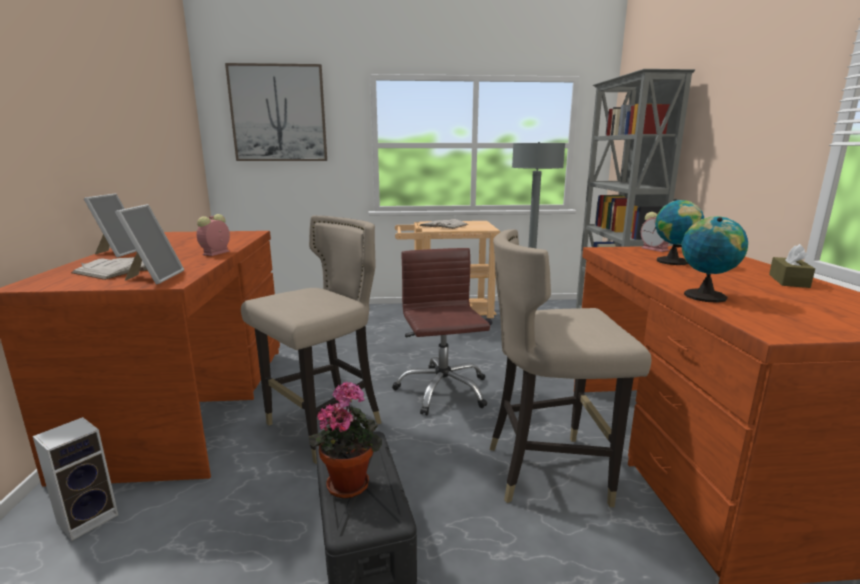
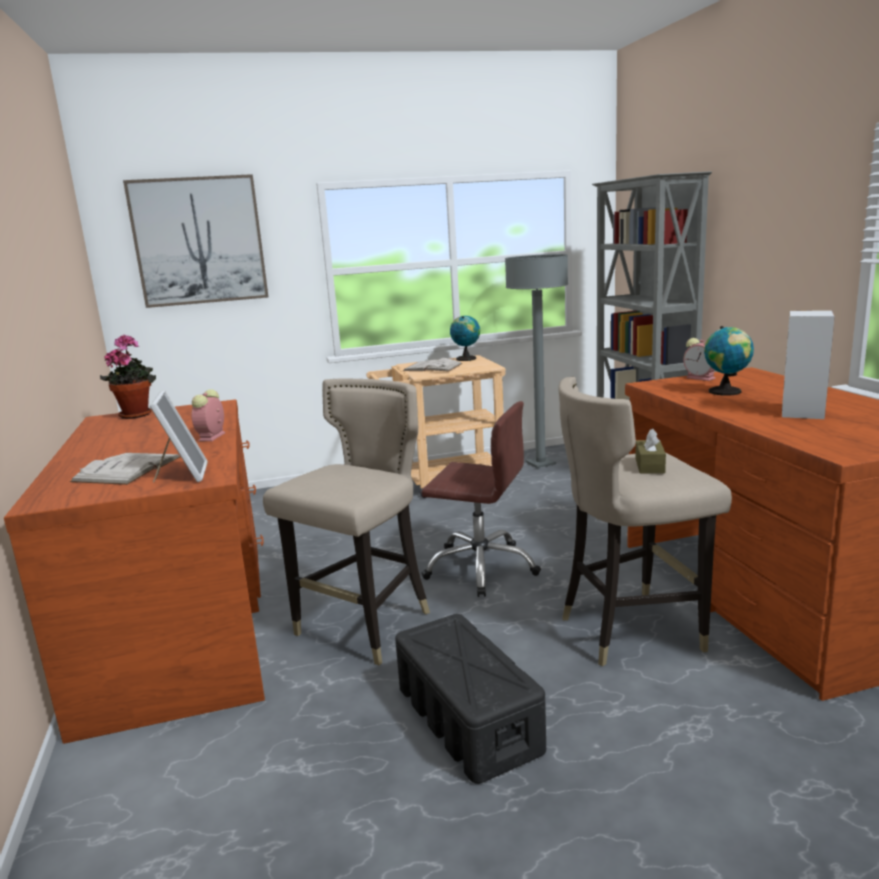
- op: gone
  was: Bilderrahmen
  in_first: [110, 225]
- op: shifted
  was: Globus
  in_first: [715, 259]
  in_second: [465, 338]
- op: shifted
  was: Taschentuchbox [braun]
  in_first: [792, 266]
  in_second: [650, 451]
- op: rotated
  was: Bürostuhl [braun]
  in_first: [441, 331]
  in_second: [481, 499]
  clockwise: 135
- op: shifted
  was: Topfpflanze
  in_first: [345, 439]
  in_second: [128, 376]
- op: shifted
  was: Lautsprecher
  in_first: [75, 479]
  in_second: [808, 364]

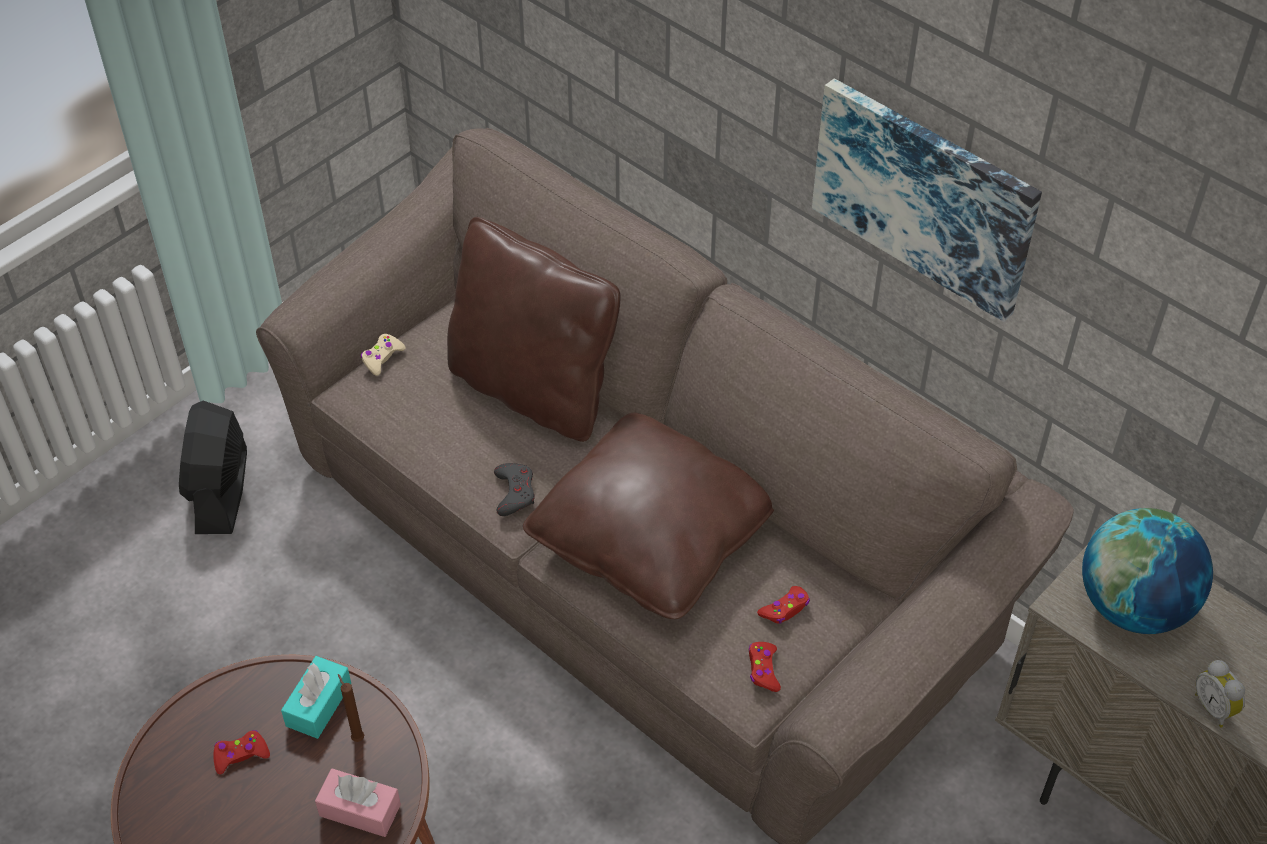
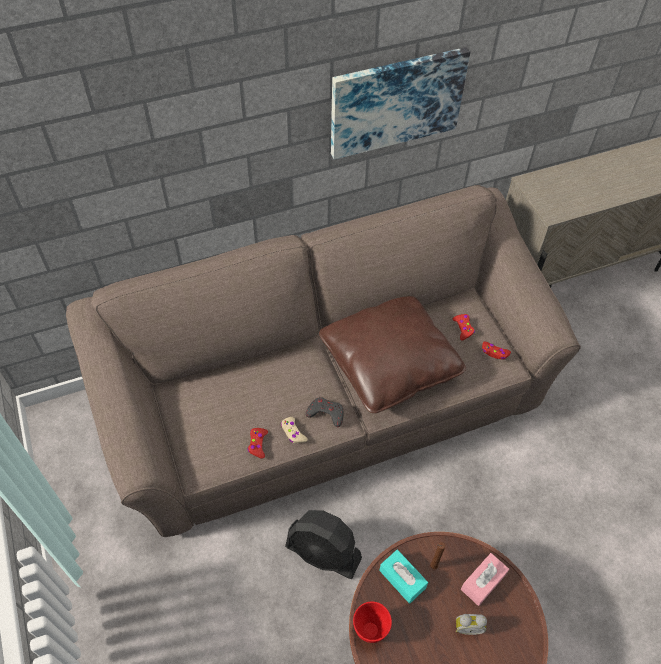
- op: gone
  was: Kissen [braun]
  in_first: [533, 329]
- op: shifted
  was: Gamepad [beige]
  in_first: [383, 355]
  in_second: [294, 430]
- op: shifted
  was: Ventilator [schwarz]
  in_first: [213, 467]
  in_second: [323, 544]
- op: gone
  was: Globus
  in_first: [1147, 571]
- op: shifted
  was: Wecker
  in_first: [1220, 694]
  in_second: [471, 624]
- op: shifted
  was: Gamepad [rot]
  in_first: [241, 752]
  in_second: [257, 443]
- op: new
  now: Schüssel [rot]
  in_second: [372, 622]

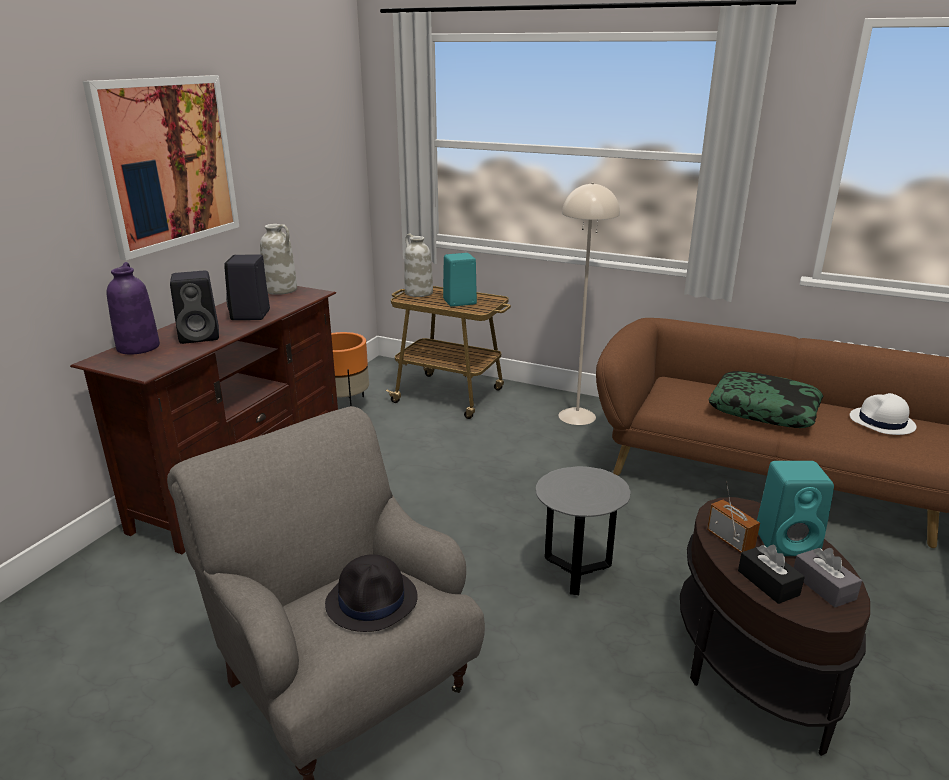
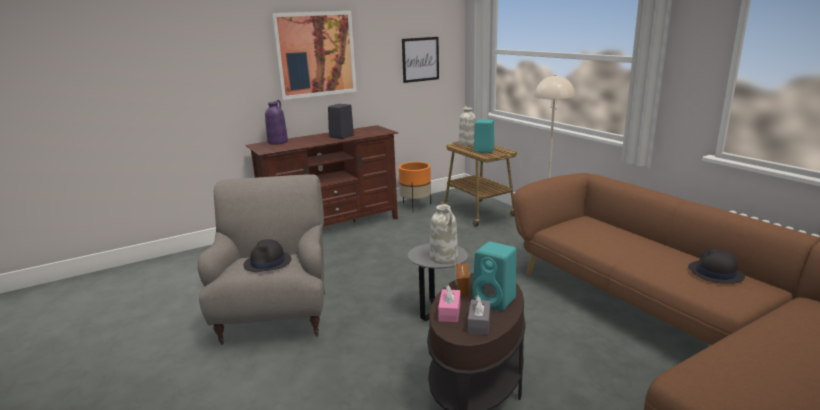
- op: shifted
  was: Vase [weiß]
  in_first: [278, 259]
  in_second: [444, 234]
- op: gone
  was: Lautsprecher [schwarz]
  in_first: [194, 307]
- op: gone
  was: Kissen
  in_first: [766, 399]
- op: repainted
  was: Hut [weiß]
  now: Hut [schwarz]
  in_first: [883, 414]
  in_second: [716, 266]
- op: repainted
  was: Taschentuchbox [schwarz]
  now: Taschentuchbox [rosa]
  in_first: [771, 574]
  in_second: [449, 303]
- op: new
  now: Bild
  in_second: [420, 60]

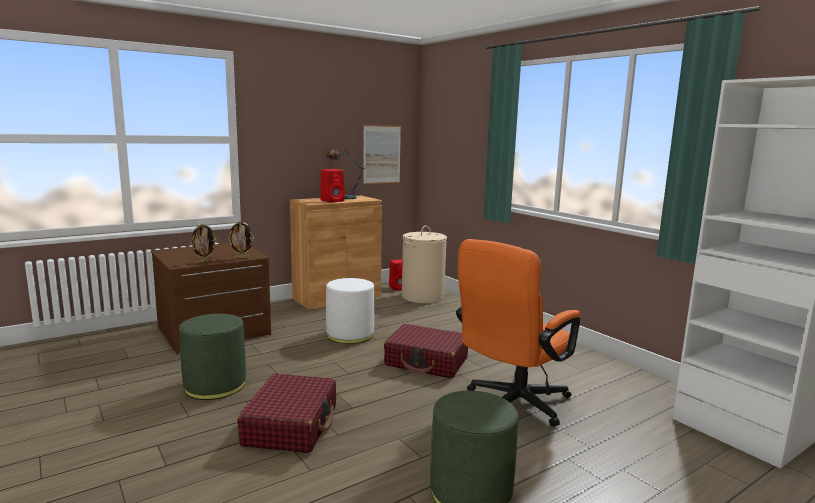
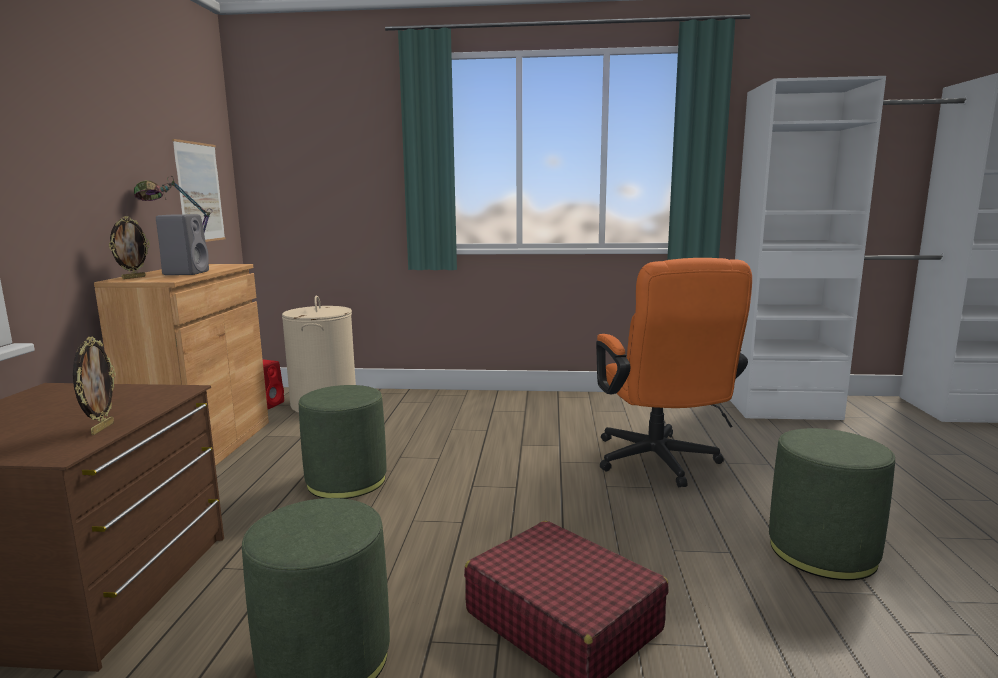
- op: repainted
  was: Lautsprecher [rot]
  now: Lautsprecher [grau]
  in_first: [333, 185]
  in_second: [182, 244]
- op: shifted
  was: Bilderrahmen
  in_first: [241, 239]
  in_second: [129, 247]
- op: repainted
  was: Polsterhocker [weiß]
  now: Polsterhocker [grün]
  in_first: [350, 311]
  in_second: [343, 442]
- op: gone
  was: Koffer [rot]
  in_first: [426, 351]

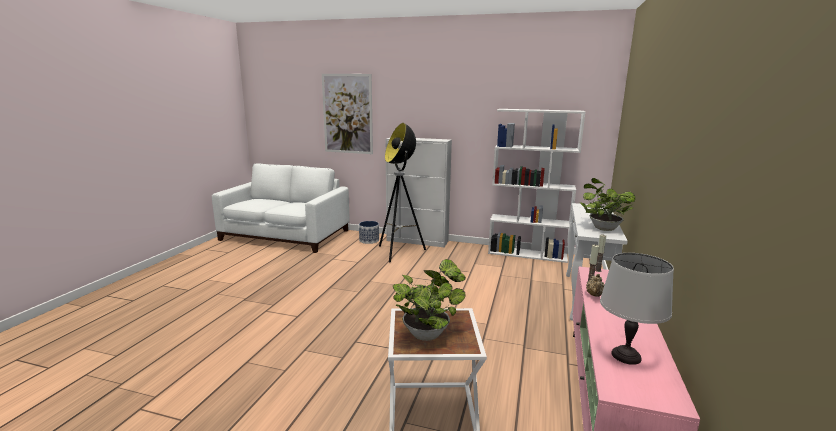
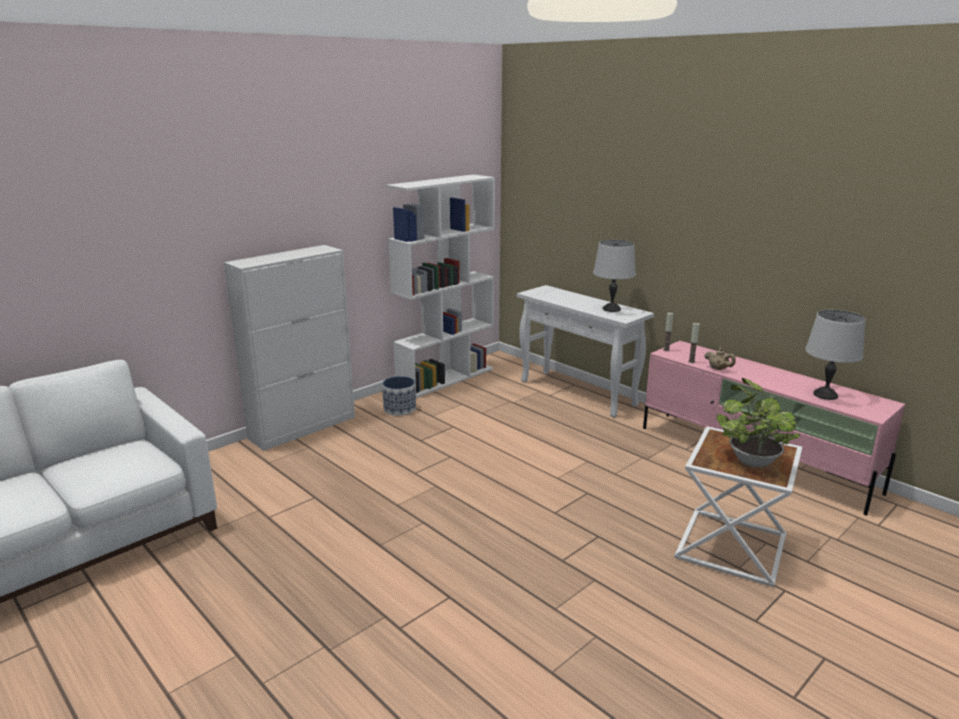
- op: gone
  was: Bild
  in_first: [347, 114]
- op: gone
  was: Stehlampe
  in_first: [402, 192]
- op: swapped
  was: Topfpflanze
  now: Tischlampe [grau]
  in_first: [607, 204]
  in_second: [614, 276]
- op: shifted
  was: Pflanzkübel
  in_first: [369, 232]
  in_second: [399, 396]

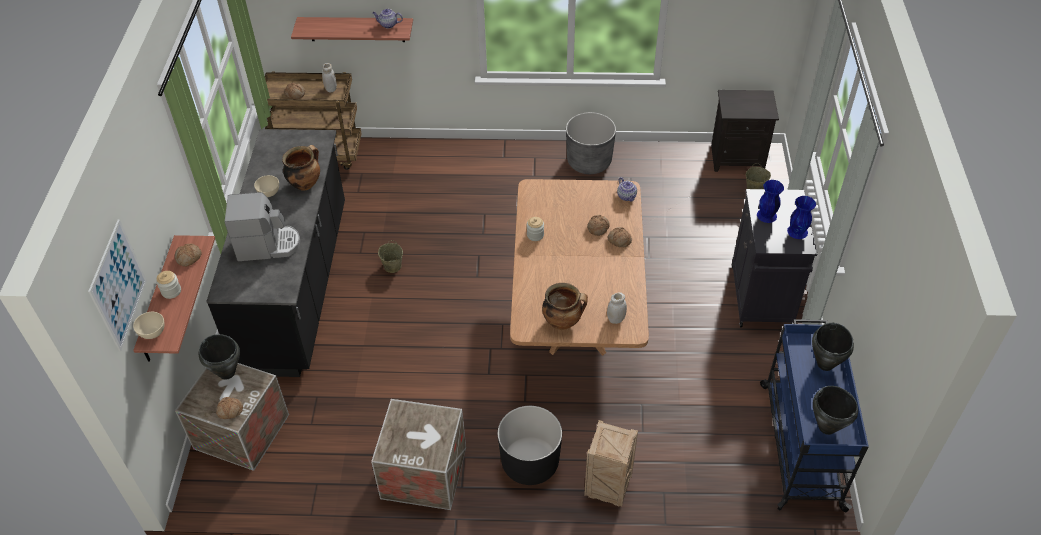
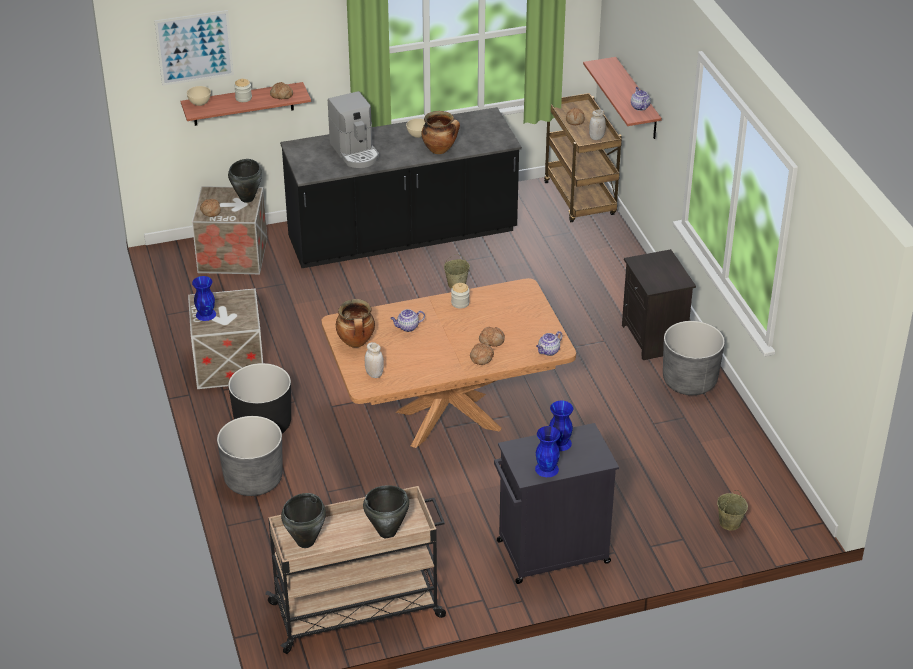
- op: shifted
  was: Nachttisch [schwarz]
  in_first: [745, 131]
  in_second: [659, 304]
- op: repainted
  was: Rollwagen [blau]
  now: Rollwagen [beige]
  in_first: [814, 415]
  in_second: [355, 570]
- op: swapped
  was: Kiste
  now: Pflanzkübel [grau]
  in_first: [611, 463]
  in_second: [250, 456]
- op: new
  now: Vase [blau]
  in_second: [204, 298]
- op: new
  now: Teekanne
  in_second: [407, 320]

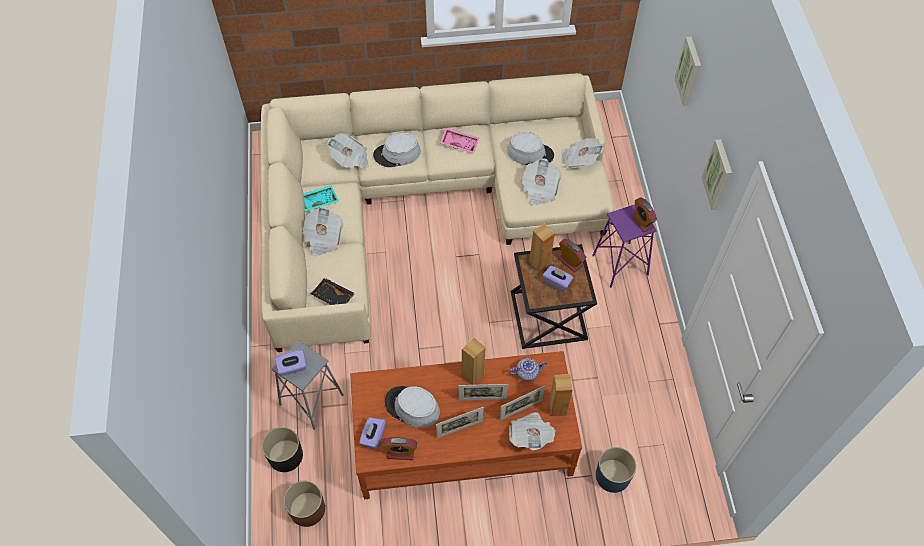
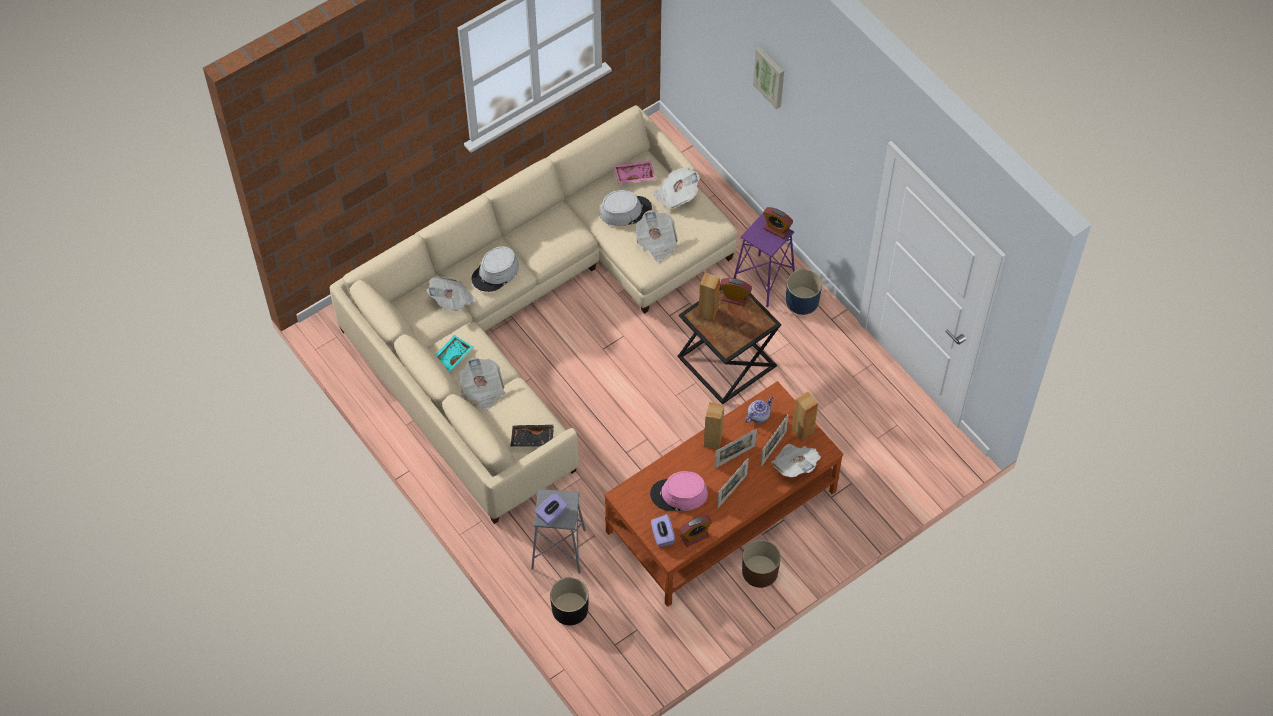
- op: shifted
  was: Tablett [rosa]
  in_first: [459, 140]
  in_second: [635, 172]
- op: gone
  was: Bild
  in_first: [717, 174]
- op: gone
  was: Taschentuchbox [lila]
  in_first: [558, 279]
- op: repainted
  was: Hut [grau]
  now: Hut [rosa]
  in_first: [412, 407]
  in_second: [679, 491]
- op: shifted
  was: Pflanzkübel [blau]
  in_first: [616, 470]
  in_second: [804, 292]
- op: shifted
  was: Pflanzkübel [braun]
  in_first: [304, 504]
  in_second: [761, 564]

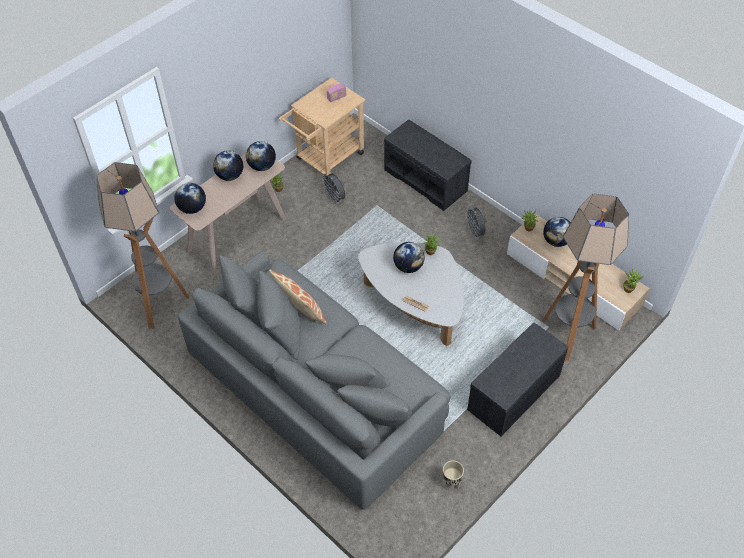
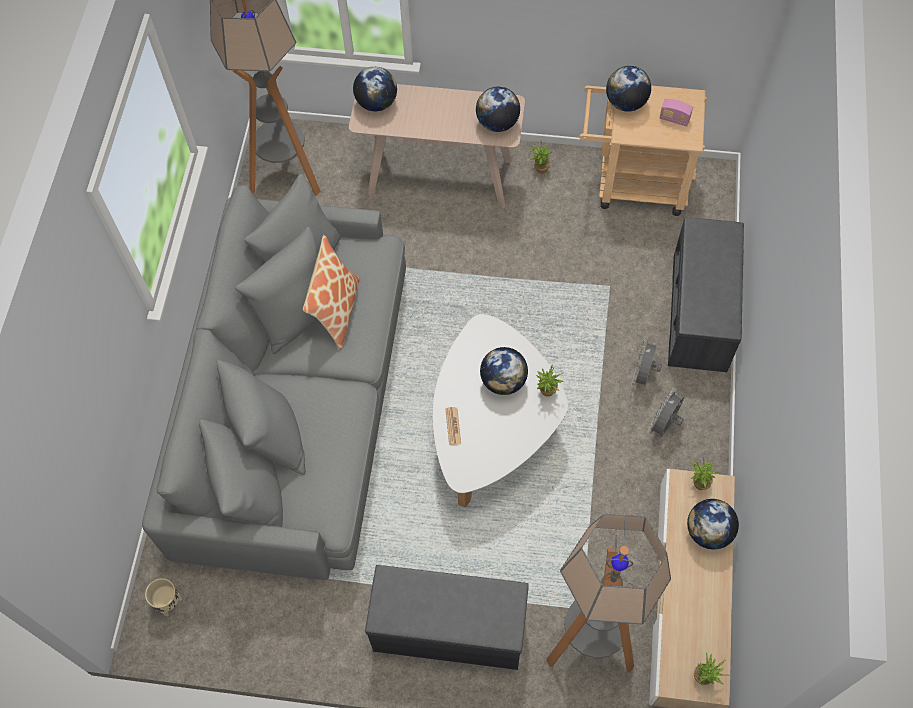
- op: shifted
  was: Globus
  in_first: [228, 165]
  in_second: [628, 89]
- op: shifted
  was: Ventilator [grau]
  in_first: [333, 189]
  in_second: [646, 362]
- op: shifted
  was: Pflanzkübel [beige]
  in_first: [453, 474]
  in_second: [163, 597]

